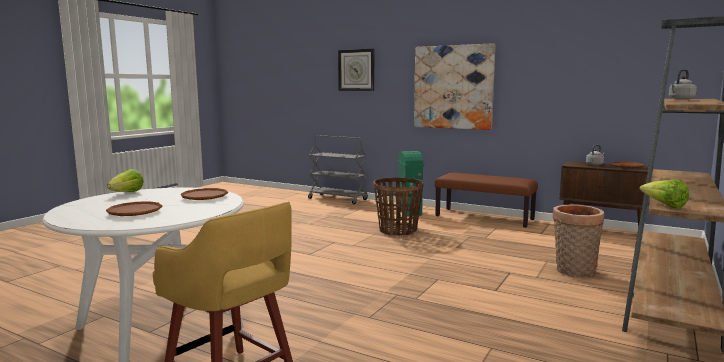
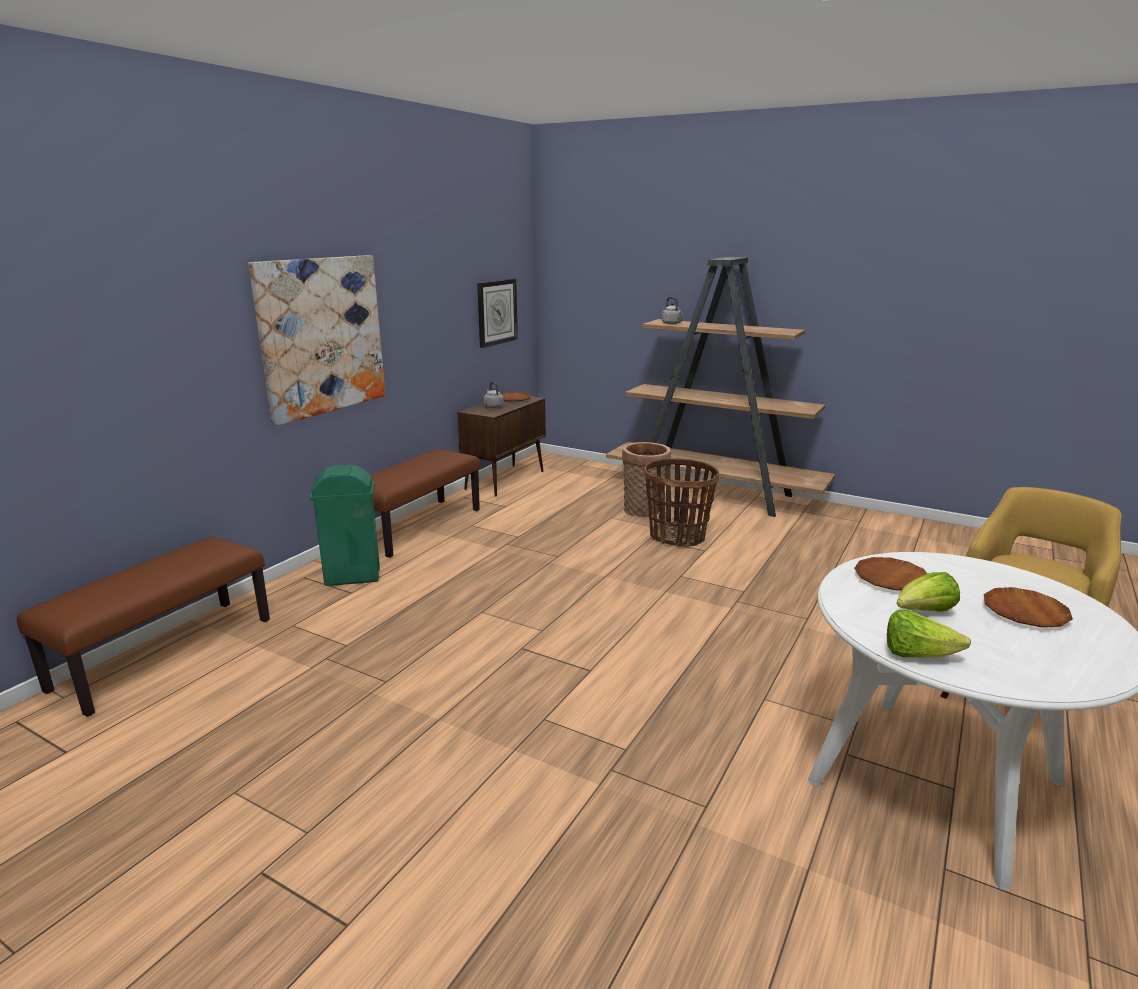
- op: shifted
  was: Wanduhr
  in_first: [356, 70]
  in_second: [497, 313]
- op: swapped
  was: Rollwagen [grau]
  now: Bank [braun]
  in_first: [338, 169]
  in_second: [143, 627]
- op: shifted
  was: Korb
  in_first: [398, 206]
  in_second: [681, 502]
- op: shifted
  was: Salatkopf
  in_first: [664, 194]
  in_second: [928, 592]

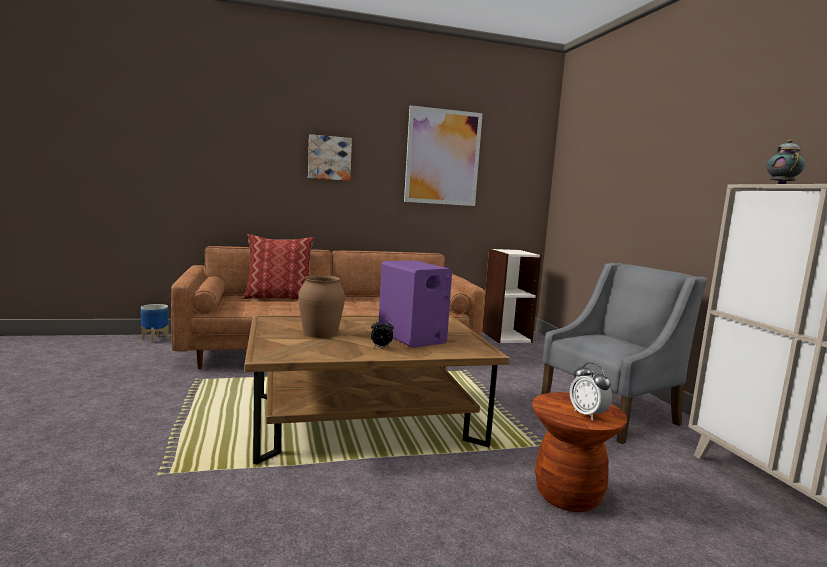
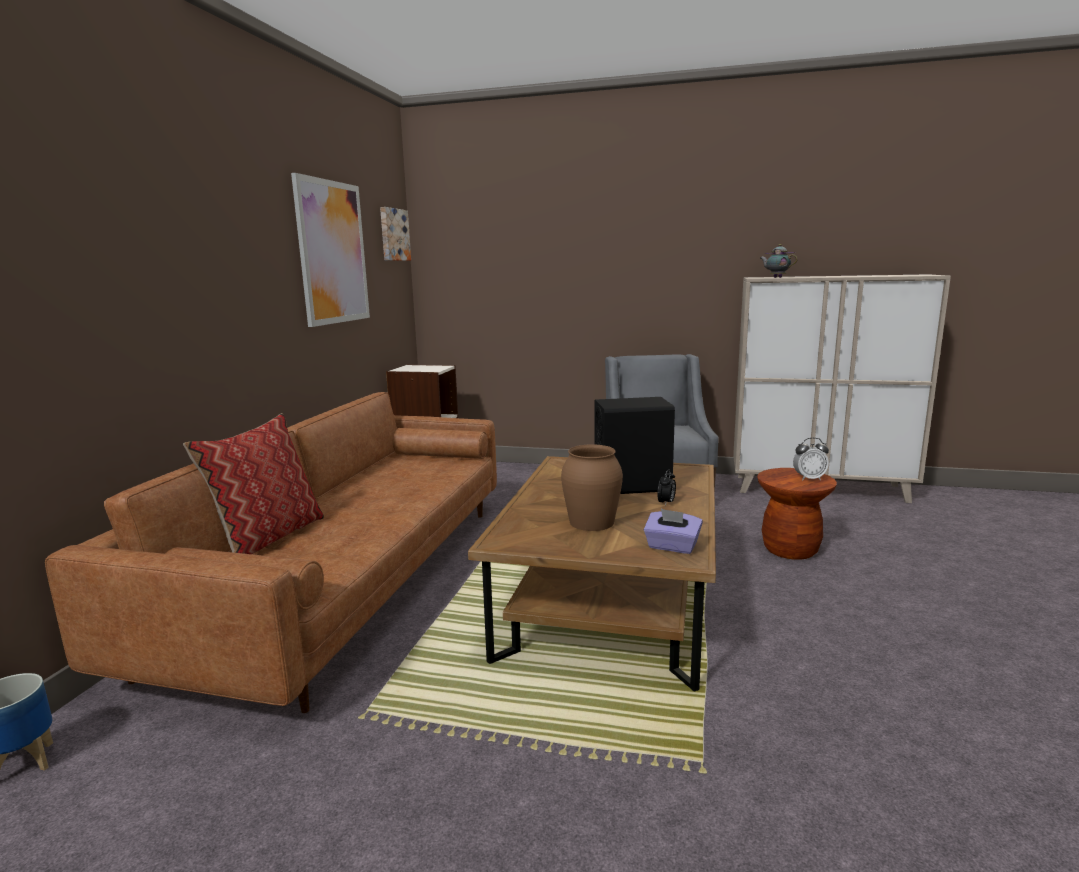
- op: shifted
  was: Bild
  in_first: [330, 157]
  in_second: [395, 234]
- op: repainted
  was: Lautsprecher [lila]
  now: Lautsprecher [schwarz]
  in_first: [415, 304]
  in_second: [634, 445]
- op: new
  now: Taschentuchbox [lila]
  in_second: [673, 531]

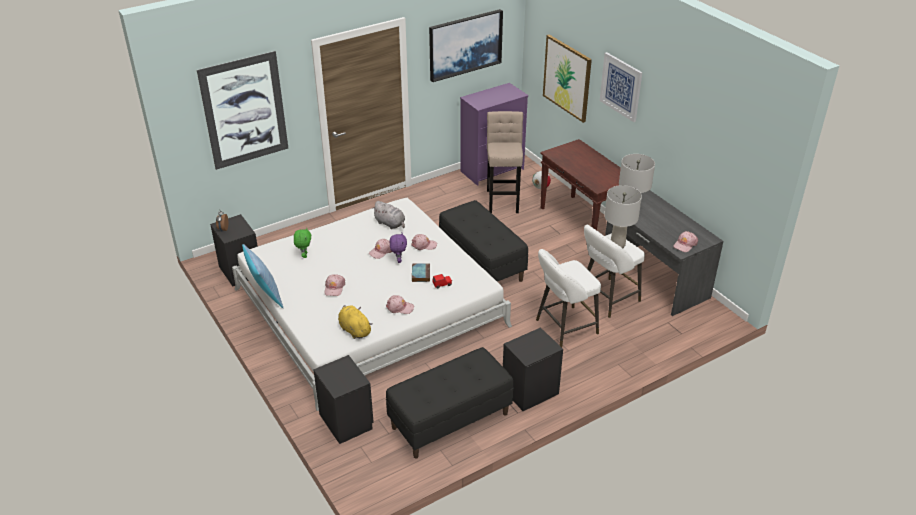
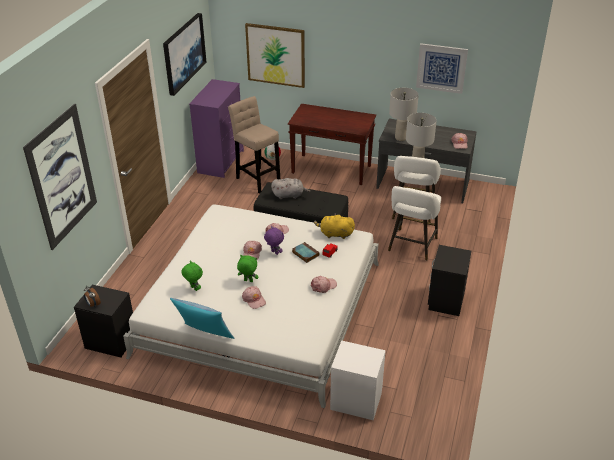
- op: shifted
  was: Bild
  in_first: [621, 87]
  in_second: [442, 68]
- op: shifted
  was: Plüschtier [grau]
  in_first: [388, 215]
  in_second: [290, 188]
- op: shifted
  was: Plüschtier [gelb]
  in_first: [355, 322]
  in_second: [334, 226]
- op: gone
  was: Bank [schwarz]
  in_first: [449, 403]
- op: repainted
  was: Nachttisch [schwarz]
  now: Nachttisch [weiß]
  in_first: [343, 399]
  in_second: [358, 380]
- op: new
  now: Plüschtier [grün]
  in_second: [247, 268]

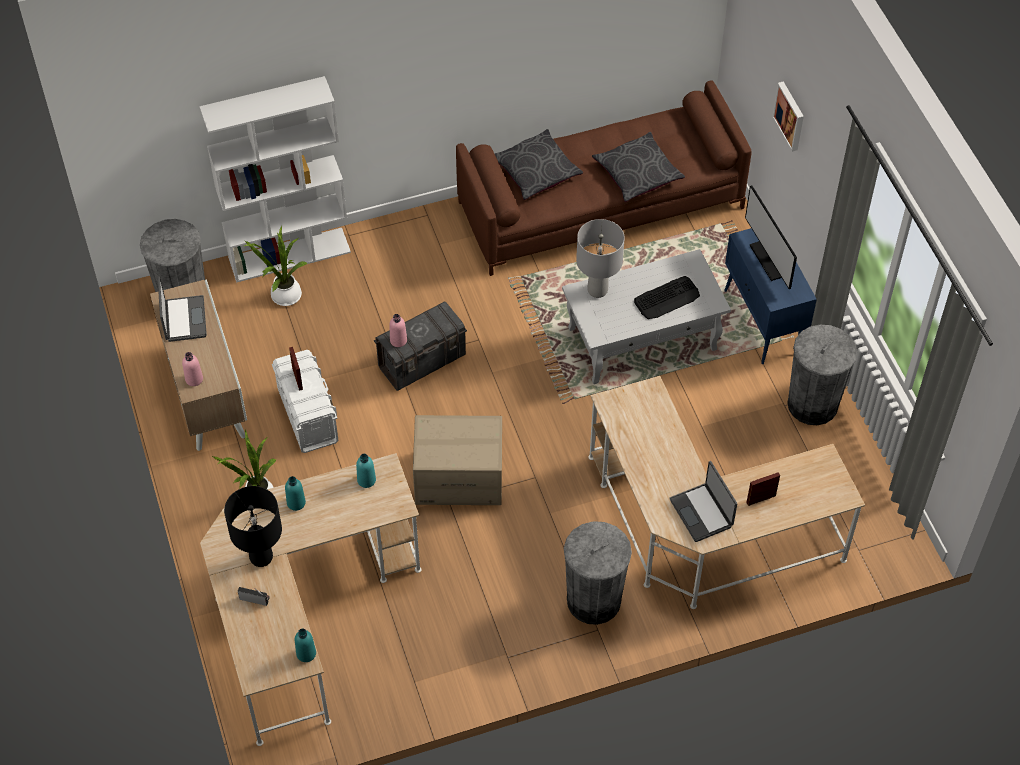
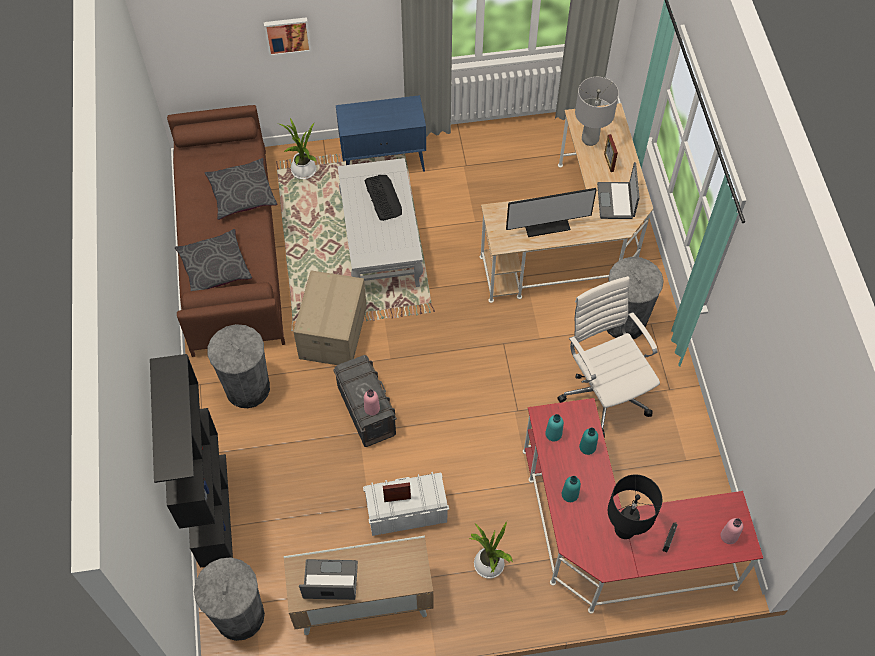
- op: repainted
  was: Bücherregal [weiß]
  now: Bücherregal [schwarz]
  in_first: [275, 179]
  in_second: [191, 461]
- op: shifted
  was: Monitor
  in_first: [771, 237]
  in_second: [551, 212]
- op: shifted
  was: Tischlampe [grau]
  in_first: [600, 258]
  in_second: [597, 111]
- op: shifted
  was: Topfpflanze
  in_first: [276, 265]
  in_second: [298, 148]
- op: shifted
  was: Mülleimer [grau]
  in_first: [822, 375]
  in_second: [238, 366]
- op: shifted
  was: Flasche [rosa]
  in_first: [192, 369]
  in_second: [732, 531]
- op: shifted
  was: Karton
  in_first: [457, 460]
  in_second: [330, 317]
- op: repainted
  was: Schreibtisch [beige]
  now: Schreibtisch [rot]
  in_first: [311, 599]
  in_second: [643, 506]
- op: rotated
  was: Laptop
  in_first: [703, 501]
  in_second: [618, 190]
  clockwise: 105
- op: shifted
  was: Flasche [türkis]
  in_first: [305, 645]
  in_second: [588, 441]
- op: new
  now: Bürostuhl [weiß]
  in_second: [608, 357]

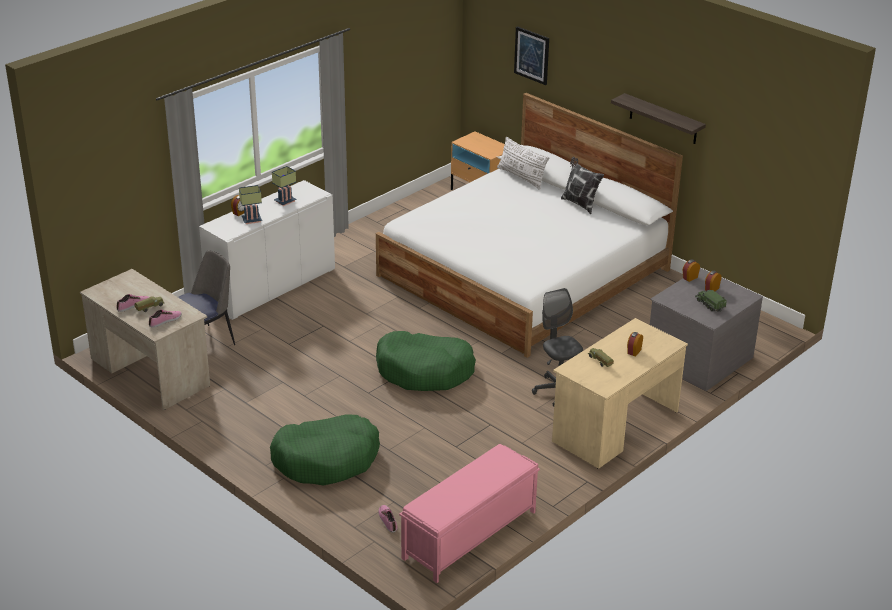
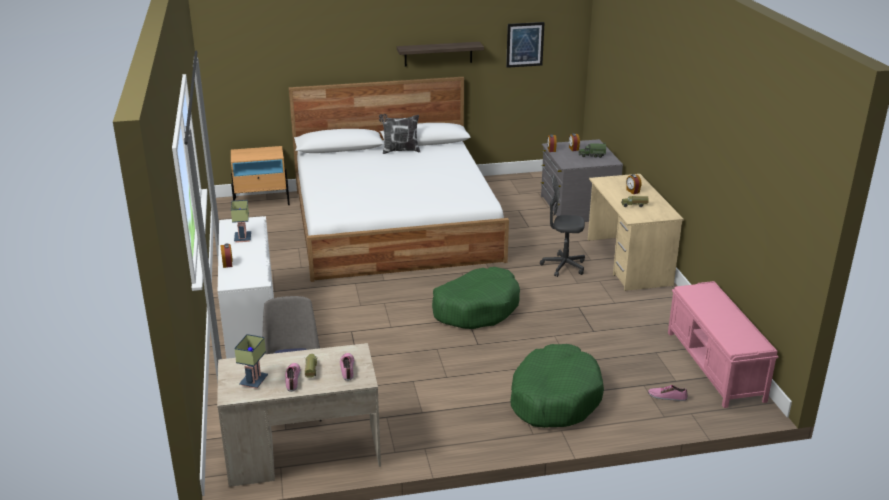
- op: shifted
  was: Bild
  in_first: [531, 55]
  in_second: [525, 45]
- op: gone
  was: Kissen [weiß]
  in_first: [523, 163]
- op: shifted
  was: Tischlampe
  in_first: [250, 204]
  in_second: [251, 361]

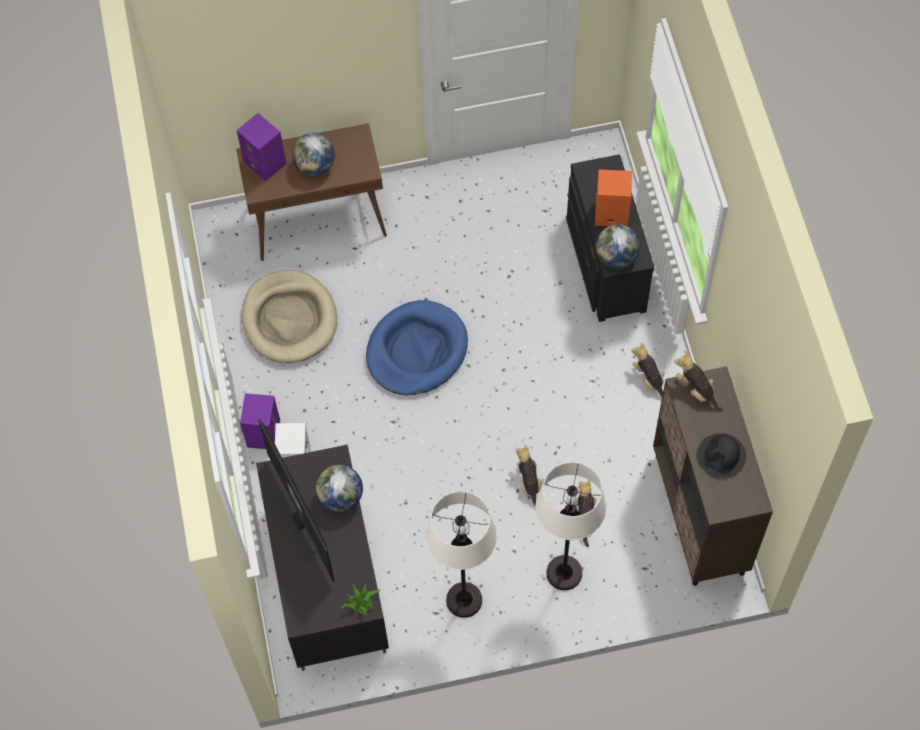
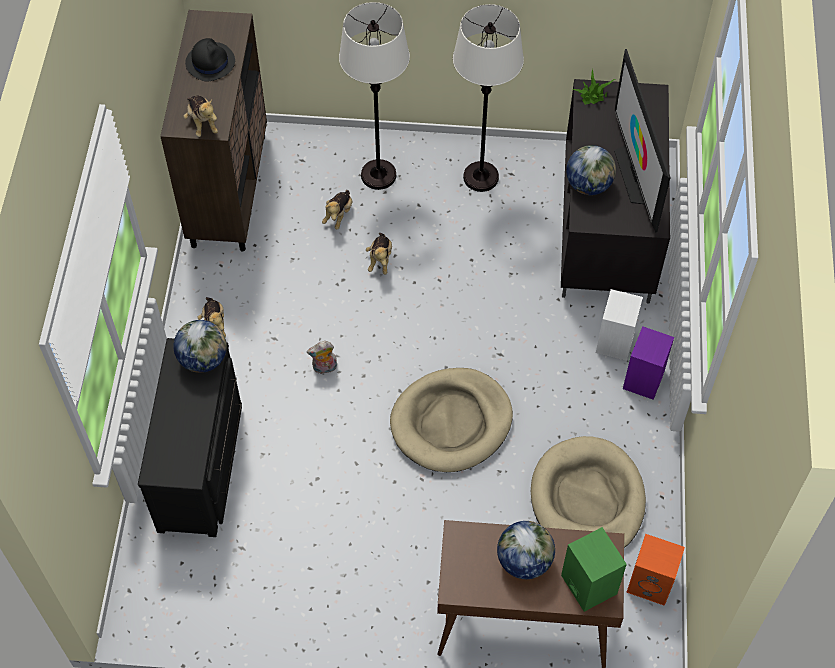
- op: repainted
  was: Lautsprecher [lila]
  now: Lautsprecher [grün]
  in_first: [261, 147]
  in_second: [594, 569]
- op: shifted
  was: Lautsprecher [orange]
  in_first: [613, 198]
  in_second: [656, 570]
- op: repainted
  was: Hundebett [blau]
  now: Hundebett [beige]
  in_first: [417, 347]
  in_second: [451, 420]
- op: new
  now: Plüschtier
  in_second: [322, 357]

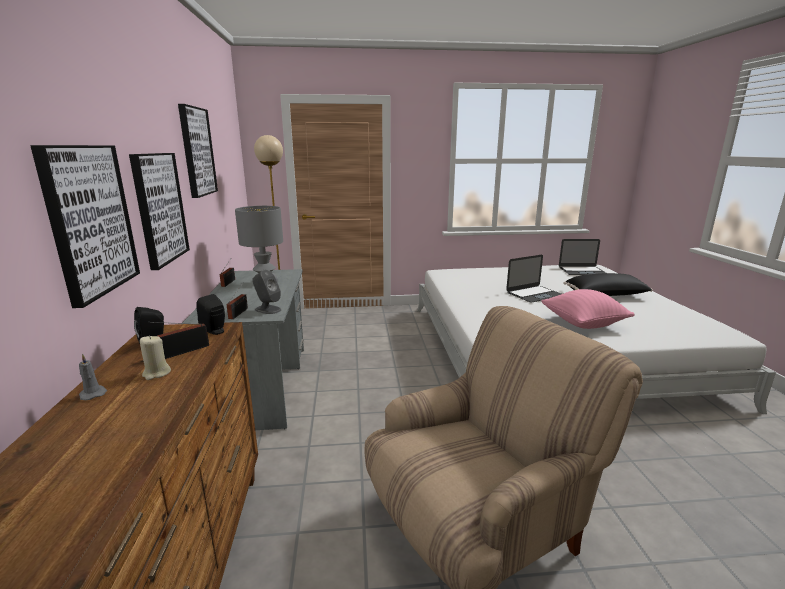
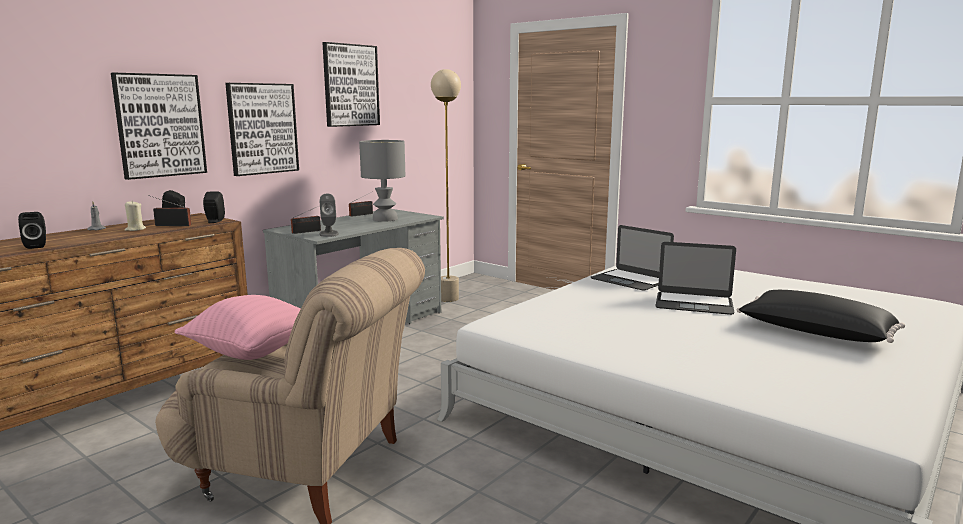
- op: shifted
  was: Laptop
  in_first: [582, 257]
  in_second: [632, 258]
- op: shifted
  was: Kissen [rosa]
  in_first: [588, 309]
  in_second: [237, 327]
- op: new
  now: Lautsprecher [schwarz]
  in_second: [32, 230]

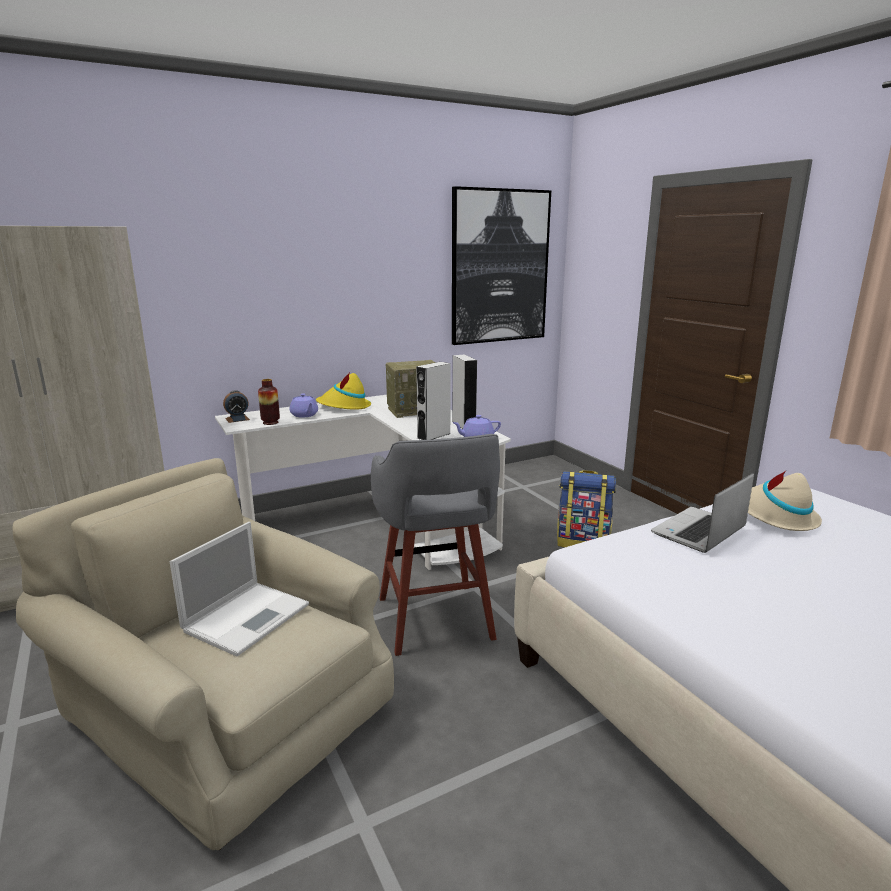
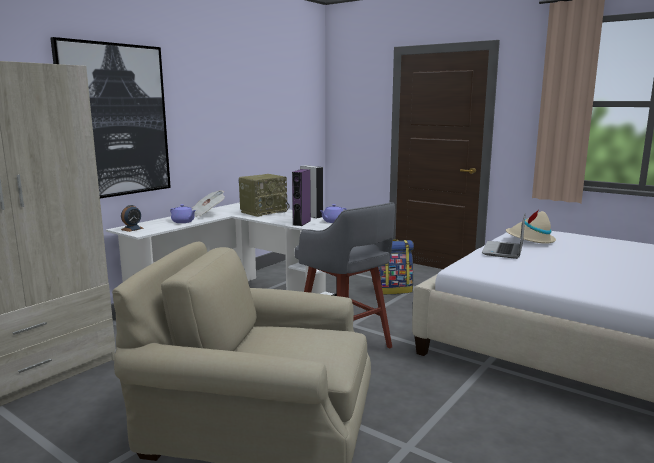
- op: shifted
  was: Bild
  in_first: [501, 265]
  in_second: [110, 117]
- op: repainted
  was: Lautsprecher [grau]
  now: Lautsprecher [lila]
  in_first: [433, 401]
  in_second: [301, 197]
- op: swapped
  was: Hut [gelb]
  now: Zeitung
  in_first: [343, 391]
  in_second: [208, 203]
- op: gone
  was: Vase
  in_first: [269, 402]
- op: gone
  was: Laptop
  in_first: [239, 589]

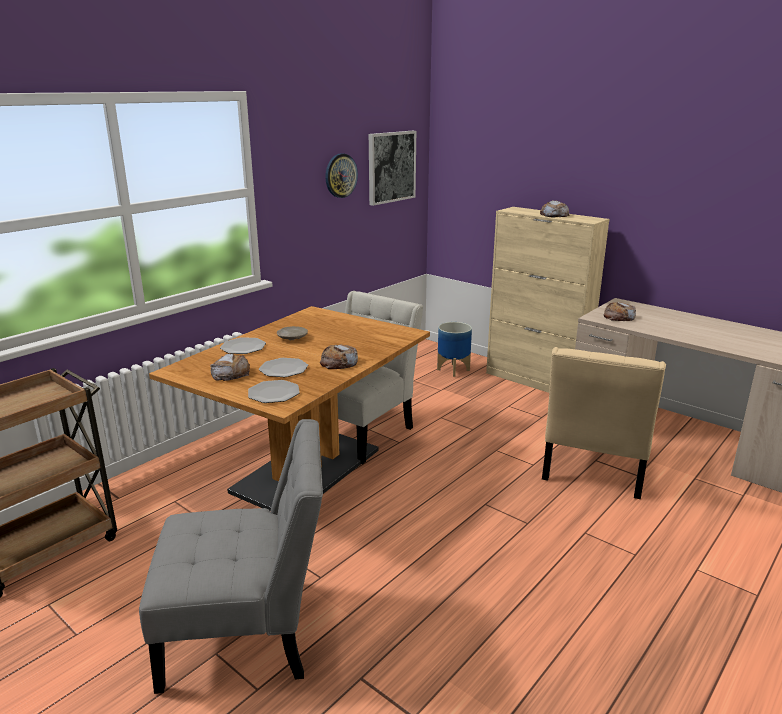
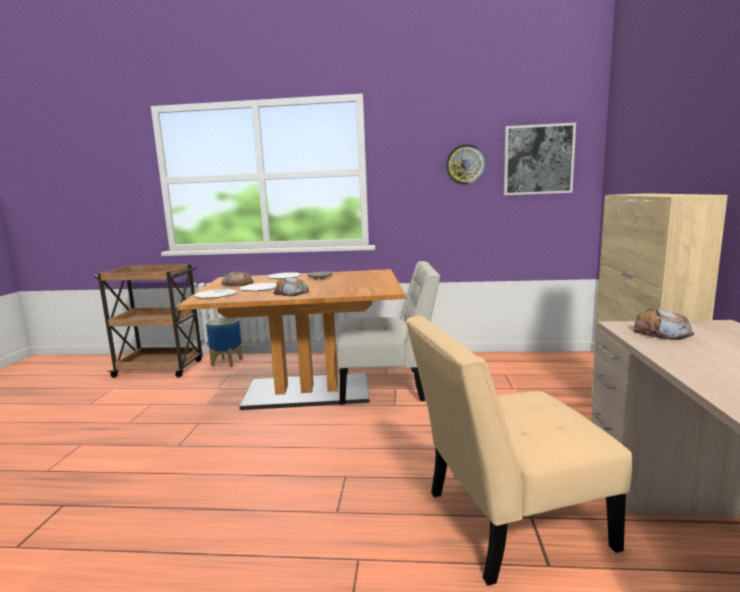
- op: gone
  was: Brot
  in_first: [555, 209]
- op: shifted
  was: Pflanzkübel
  in_first: [454, 349]
  in_second: [224, 342]
- op: gone
  was: Stuhl [grau]
  in_first: [231, 556]

